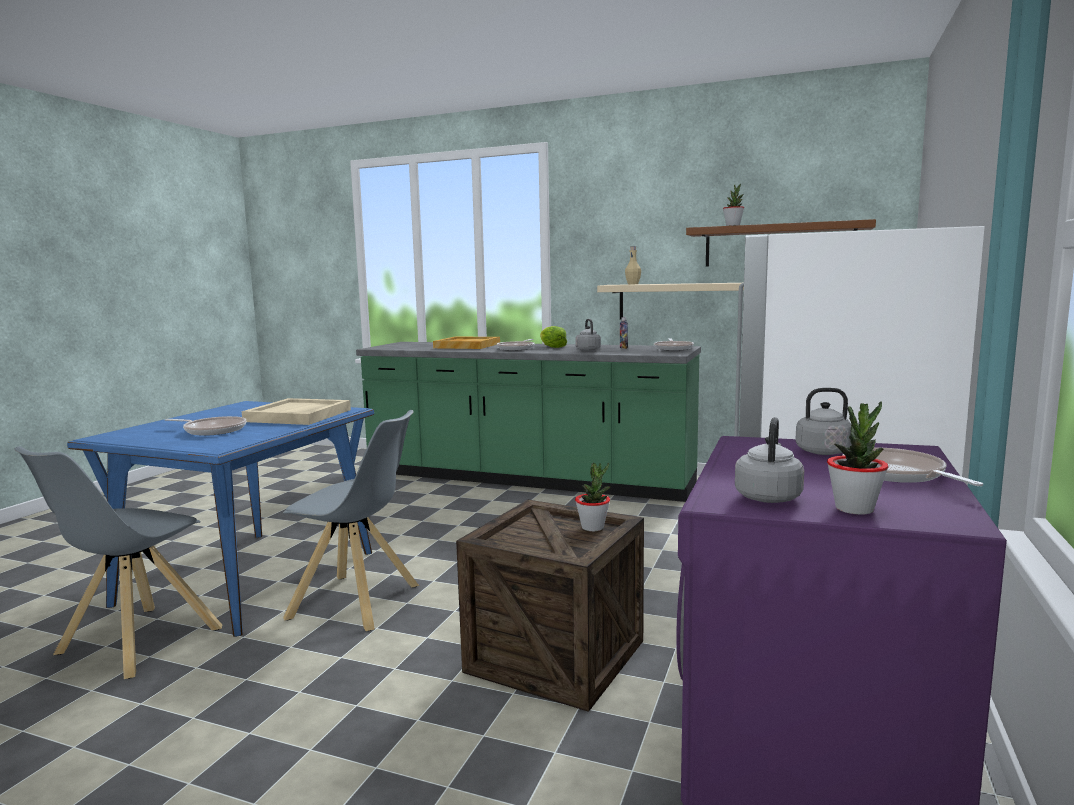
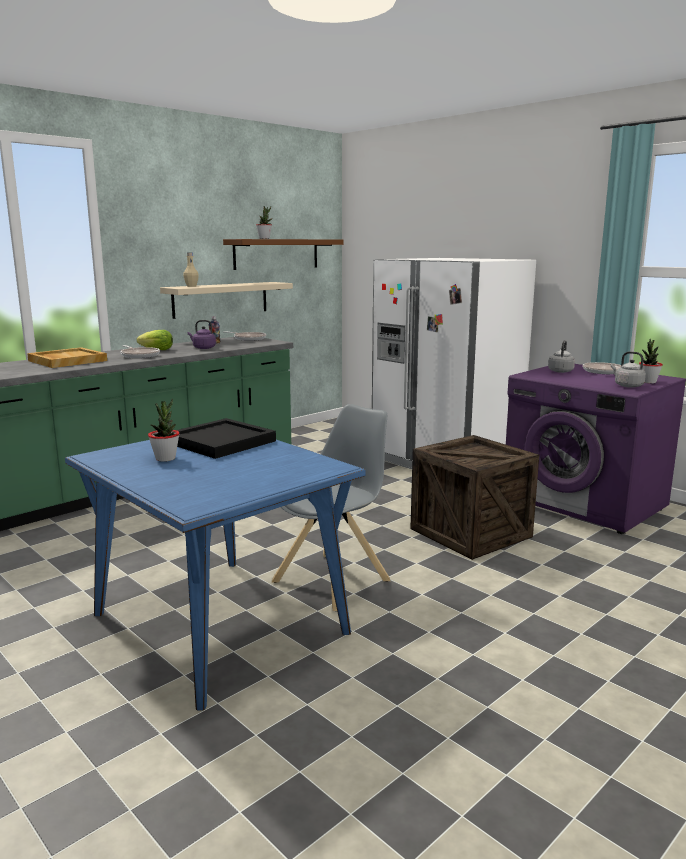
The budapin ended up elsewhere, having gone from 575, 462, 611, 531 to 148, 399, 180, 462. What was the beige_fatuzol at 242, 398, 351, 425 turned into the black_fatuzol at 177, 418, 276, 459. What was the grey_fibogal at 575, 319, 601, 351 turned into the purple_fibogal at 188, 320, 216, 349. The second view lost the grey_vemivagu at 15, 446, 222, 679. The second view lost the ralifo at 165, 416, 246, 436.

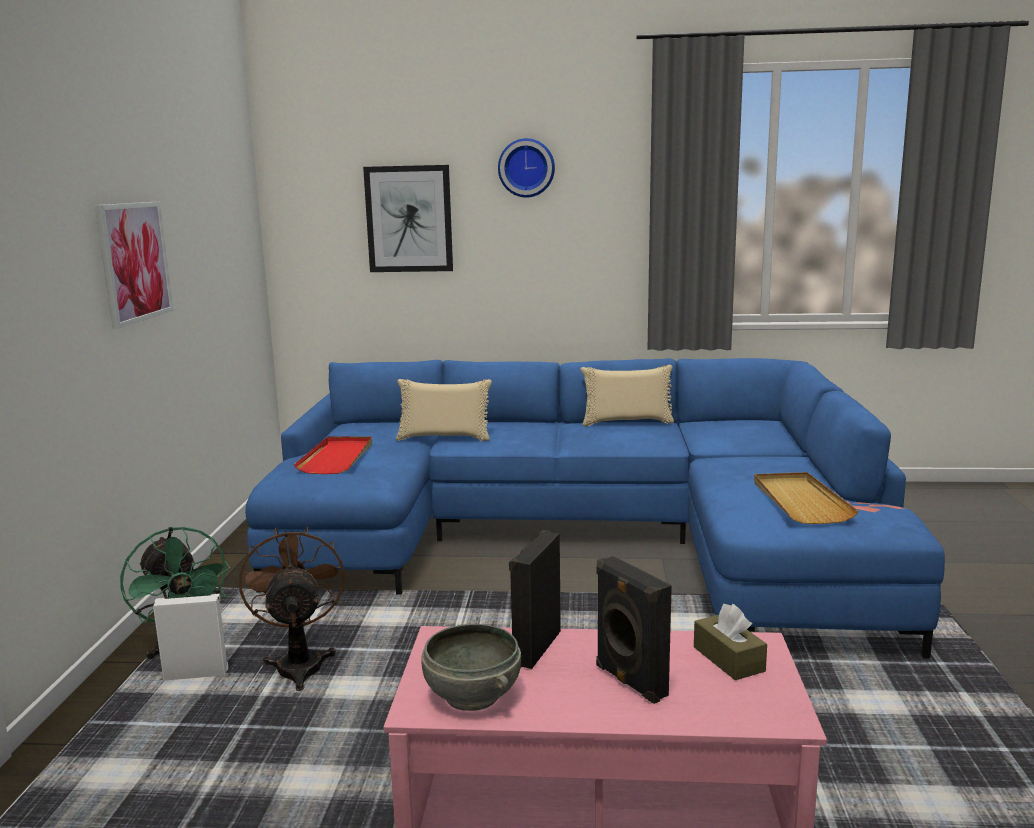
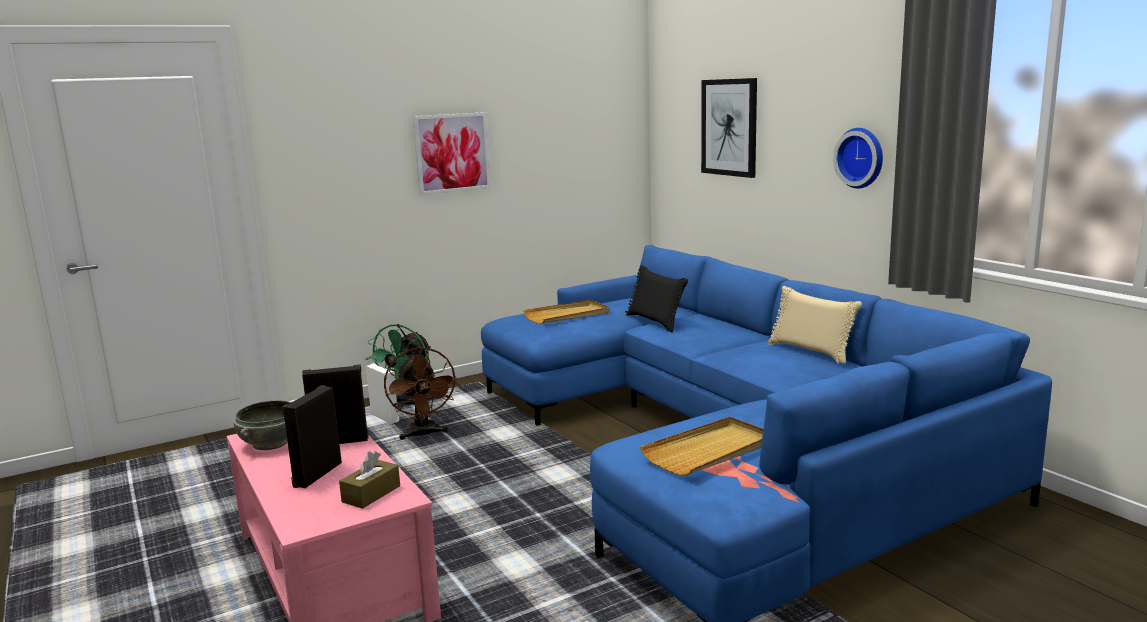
The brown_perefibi at 239, 526, 345, 691 ended up facing another way, 120 degrees clockwise from before. What was the red_fatuzol at 294, 436, 372, 474 turned into the beige_fatuzol at 523, 300, 610, 324. What was the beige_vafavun at 396, 379, 492, 442 turned into the black_vafavun at 625, 265, 688, 332. The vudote ended up elsewhere, having gone from 498, 138, 555, 197 to 833, 128, 883, 189.

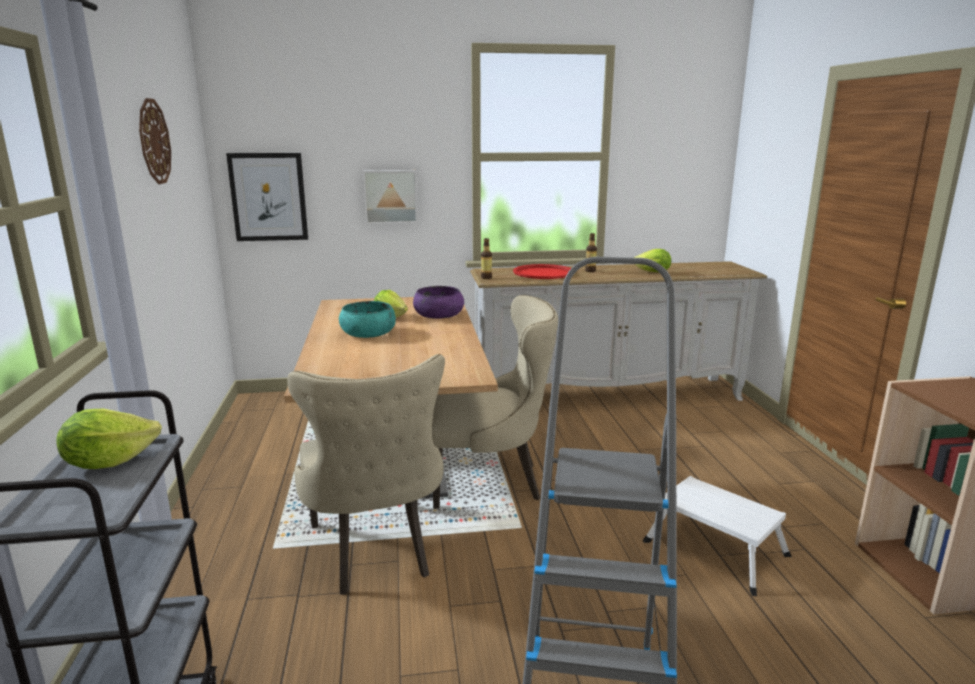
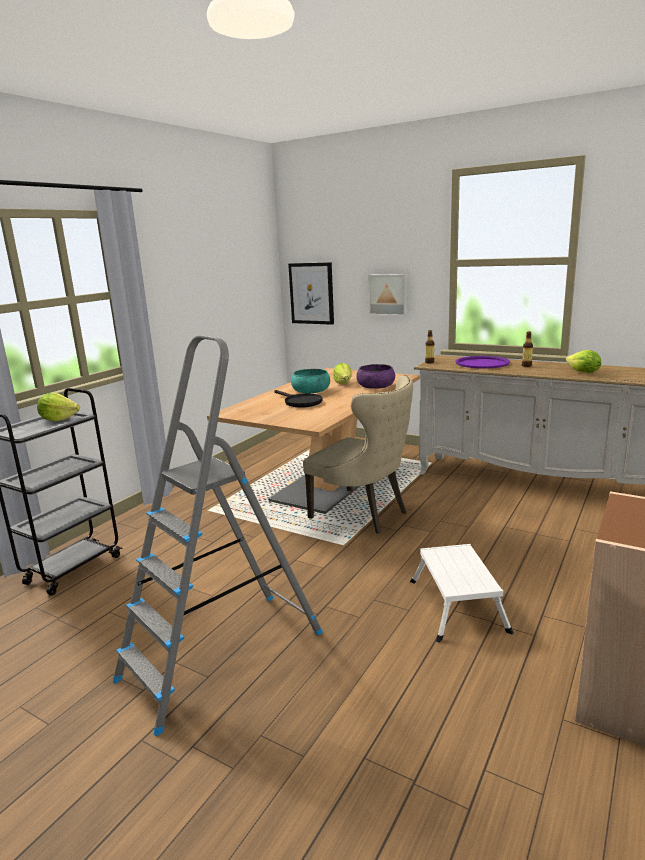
The second view gained the black_ralifo at 274, 390, 323, 408. What was the red_fatuzol at 513, 264, 571, 279 turned into the purple_fatuzol at 455, 356, 510, 369. The second view lost the vudote at 139, 98, 171, 184. The second view lost the beige_vemivagu at 287, 354, 445, 595.

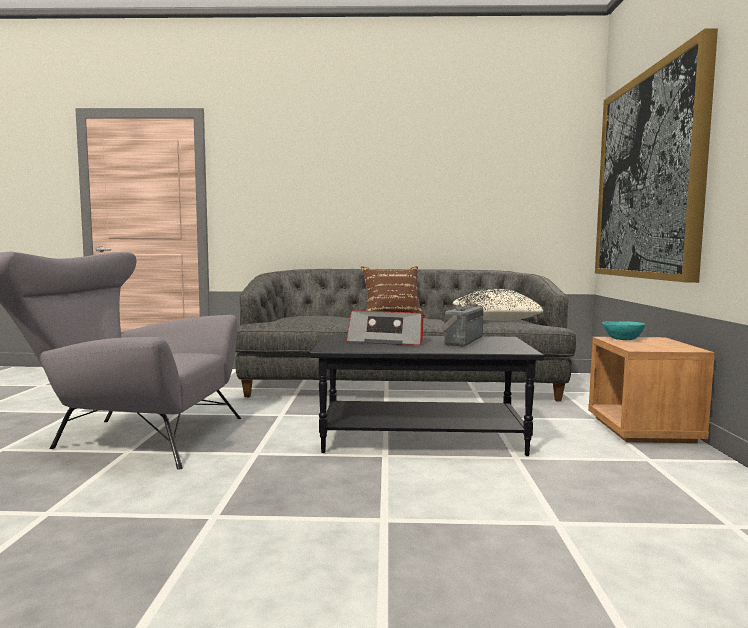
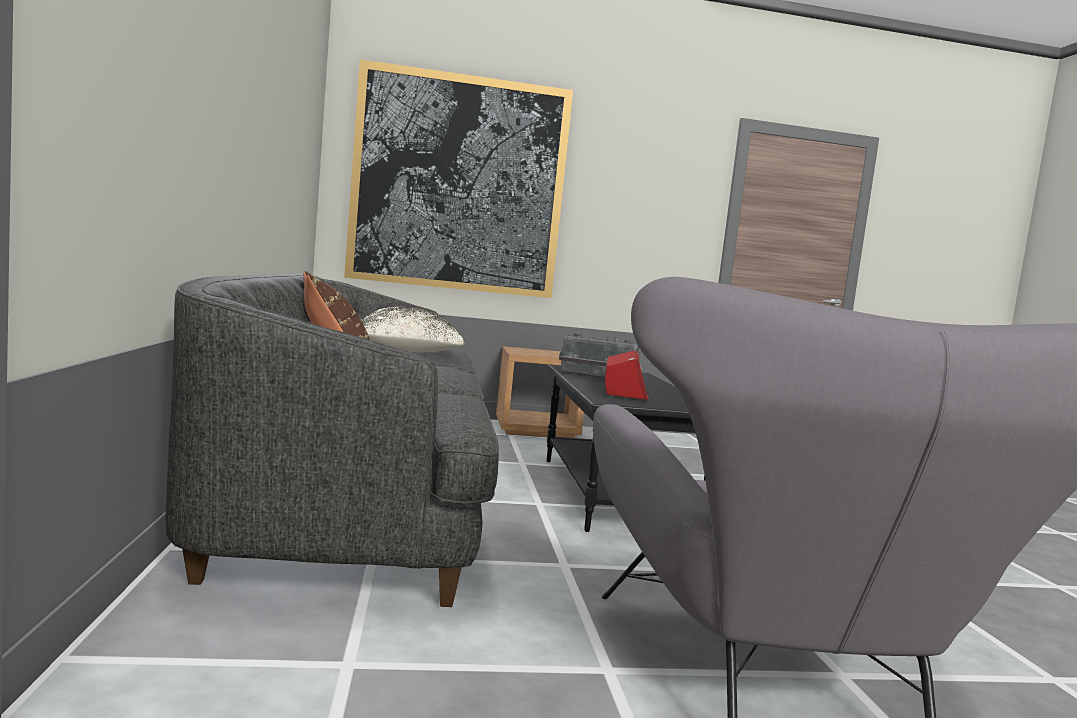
The second view lost the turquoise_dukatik at 602, 321, 646, 340.

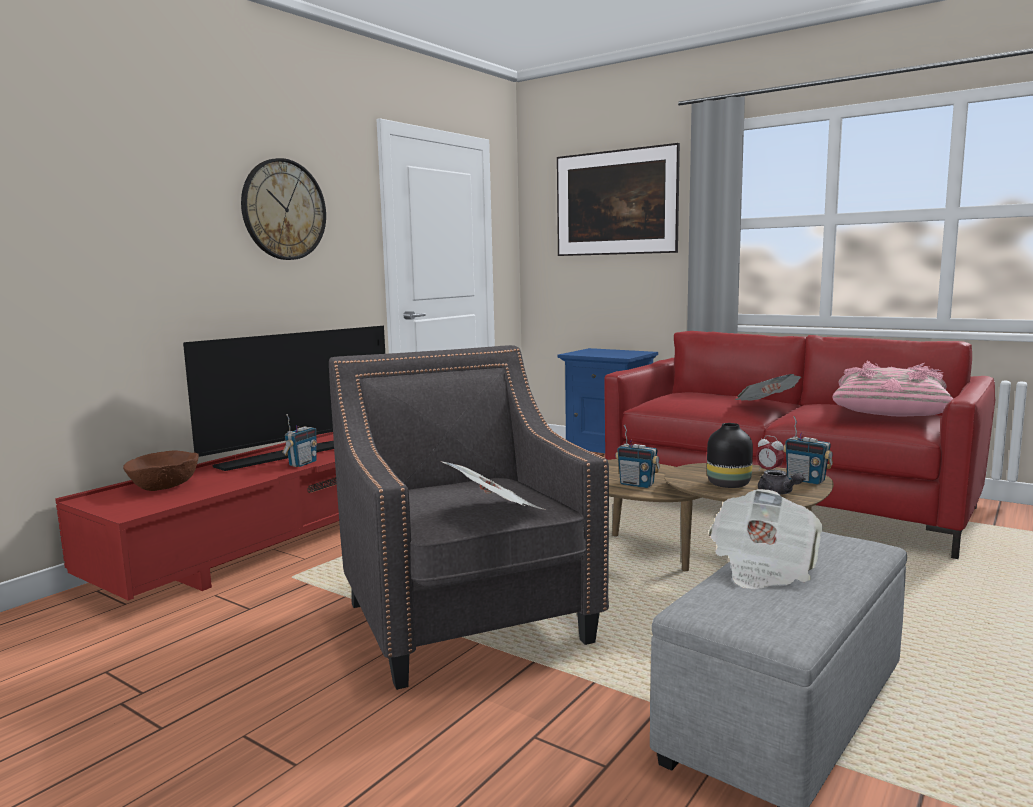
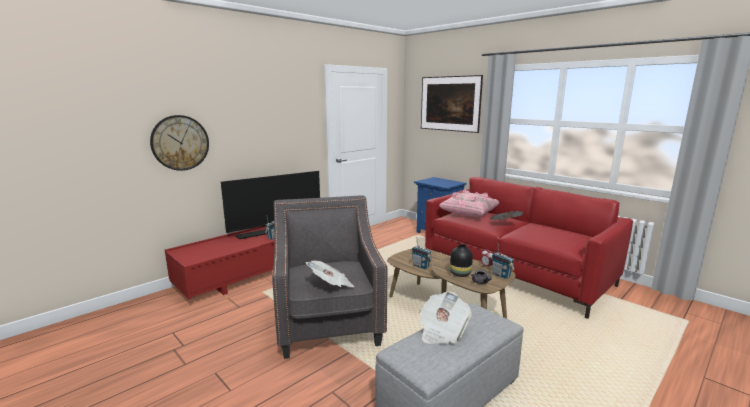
The vudote ended up elsewhere, having gone from 241, 158, 326, 260 to 150, 115, 209, 171. The pink_vafavun ended up elsewhere, having gone from 832, 361, 953, 416 to 439, 189, 499, 217. The second view lost the brown_dukatik at 123, 450, 199, 491.

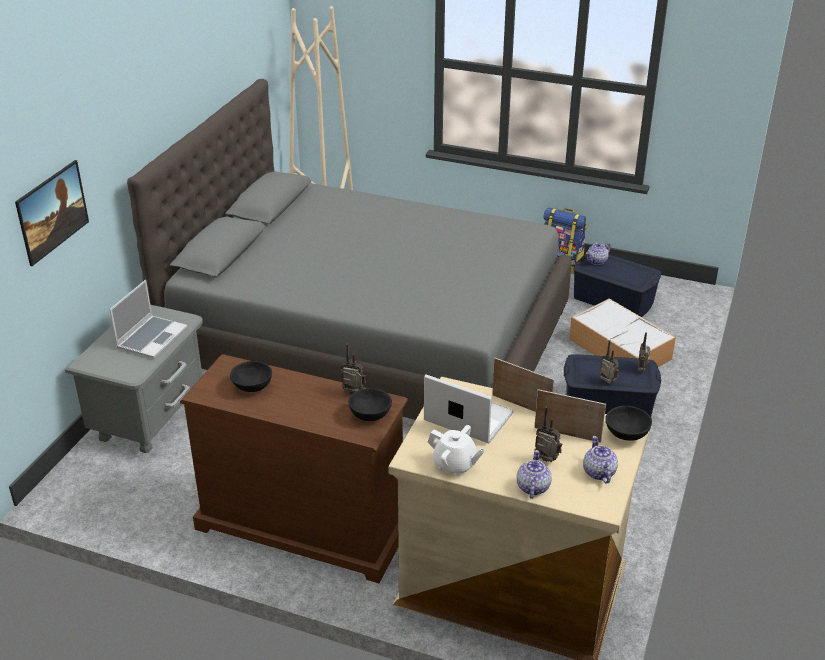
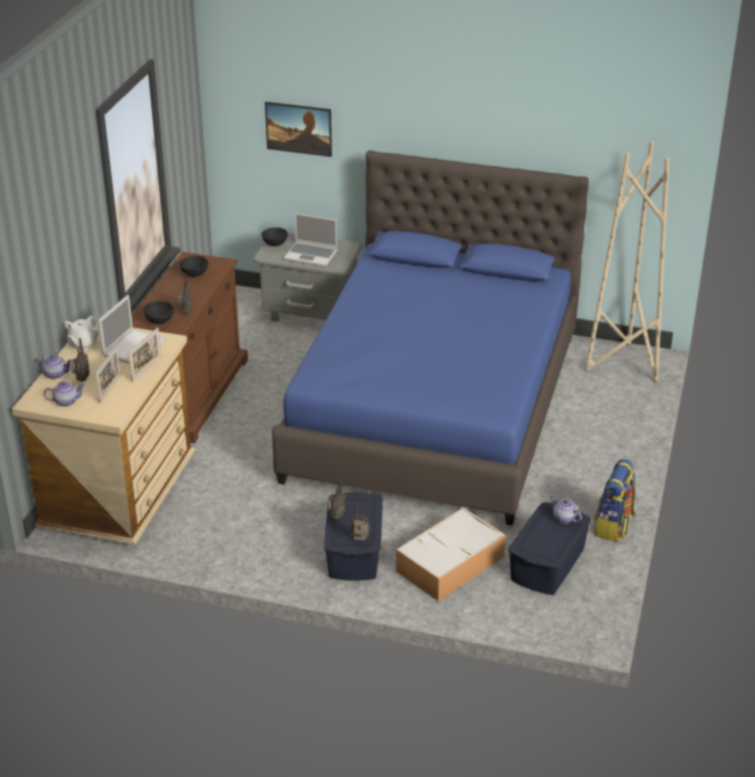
The black_dukatik ended up elsewhere, having gone from 605, 406, 652, 441 to 261, 227, 288, 246. What was the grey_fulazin at 127, 79, 572, 420 turned into the blue_fulazin at 272, 150, 589, 526.

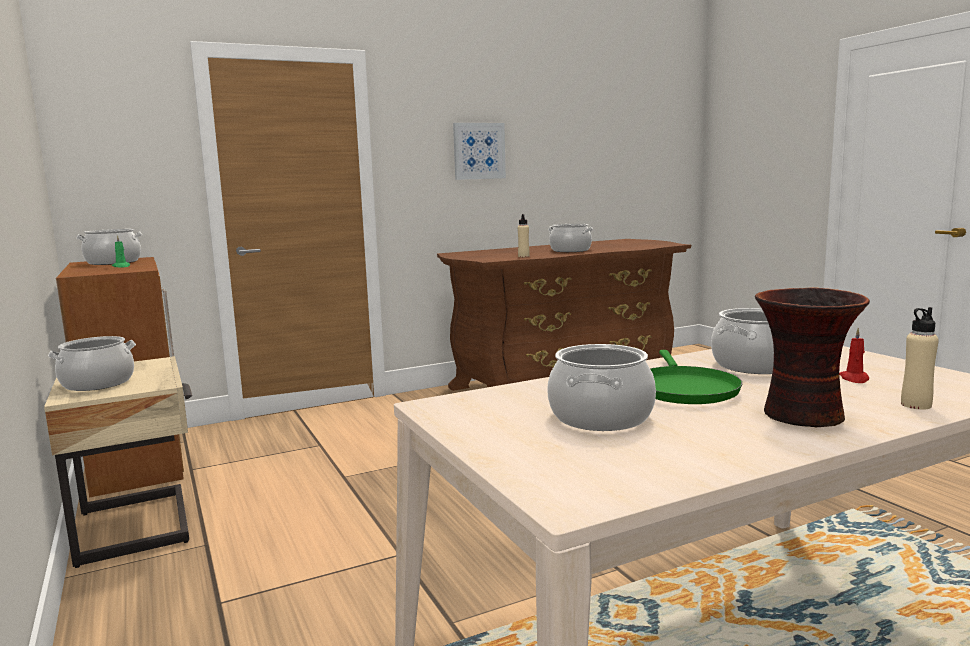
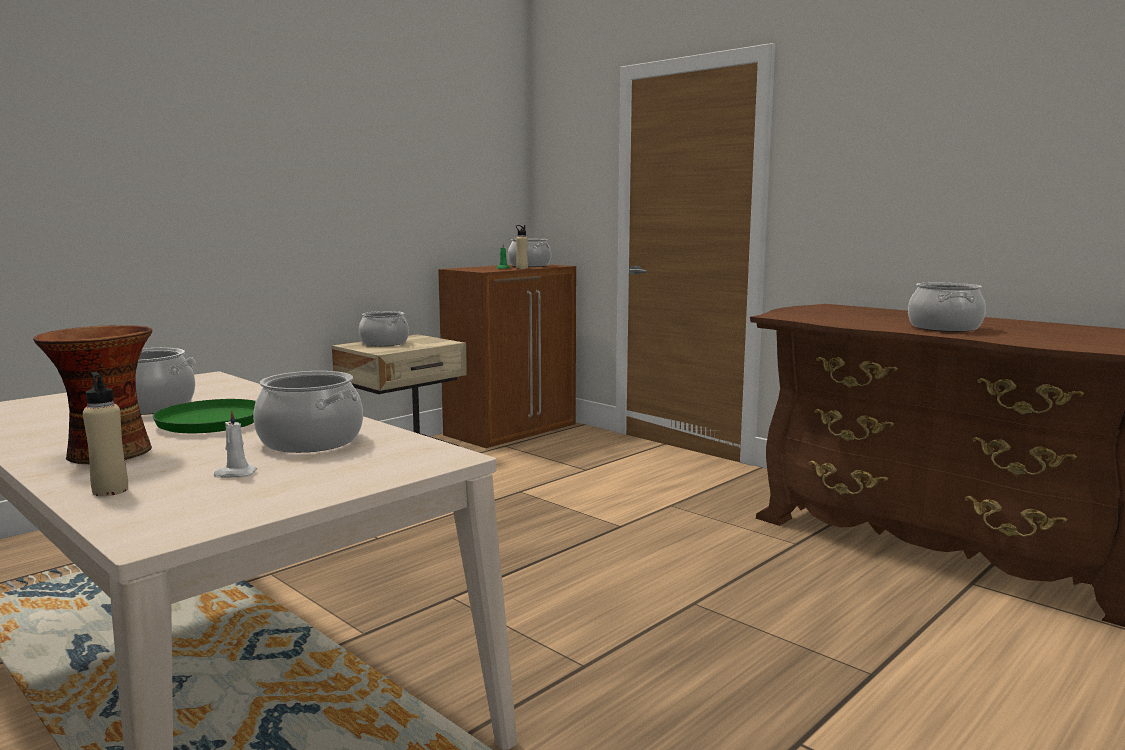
What was the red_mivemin at 839, 328, 869, 383 turned into the white_mivemin at 214, 409, 257, 478. The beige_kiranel ended up elsewhere, having gone from 518, 214, 530, 257 to 516, 225, 528, 269. The second view lost the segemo at 453, 123, 506, 180.

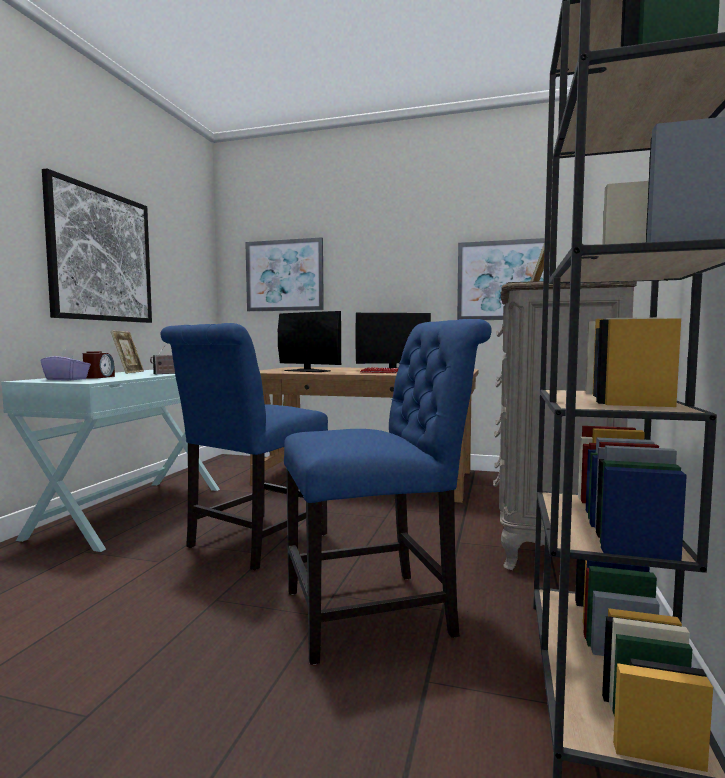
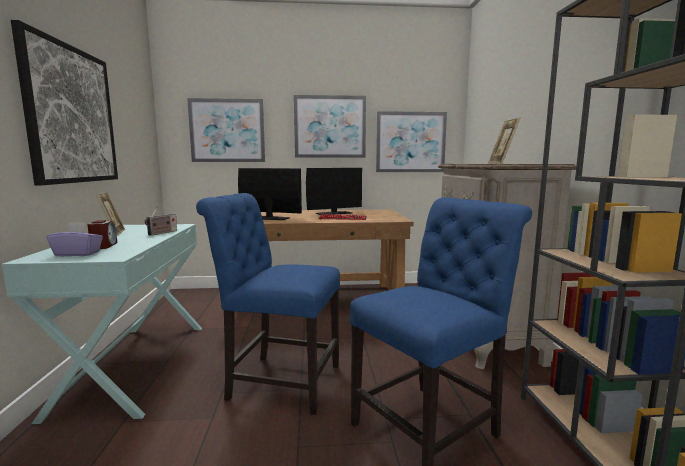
The blue_vemivagu at 160, 323, 328, 570 ended up facing another way, 90 degrees clockwise from before. The second view gained the segemo at 294, 95, 366, 158.

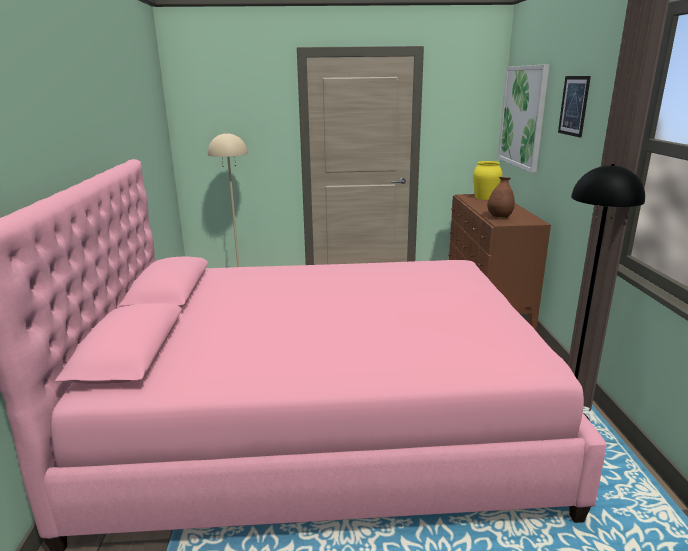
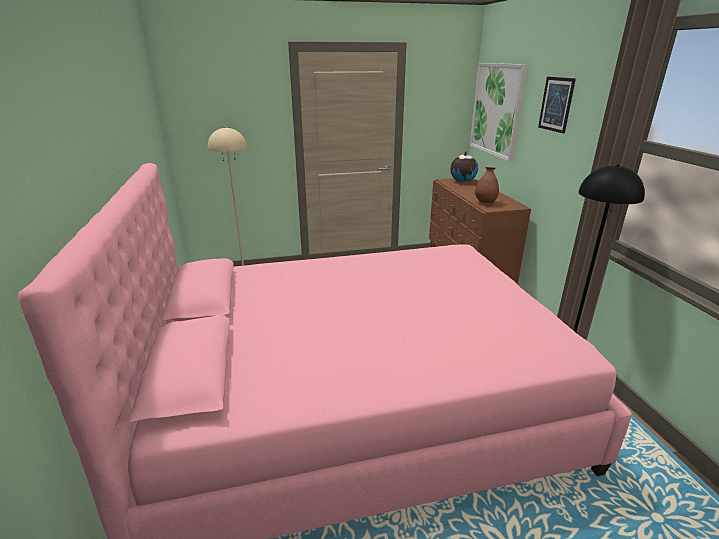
Where the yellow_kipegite stood at 473, 161, 502, 200, the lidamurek came to stand at 450, 151, 478, 182.

